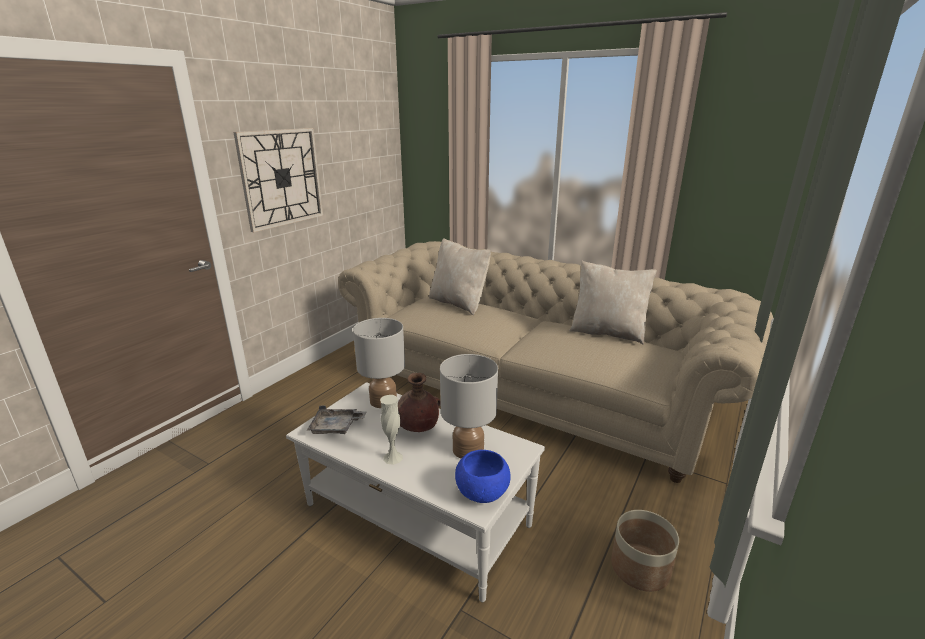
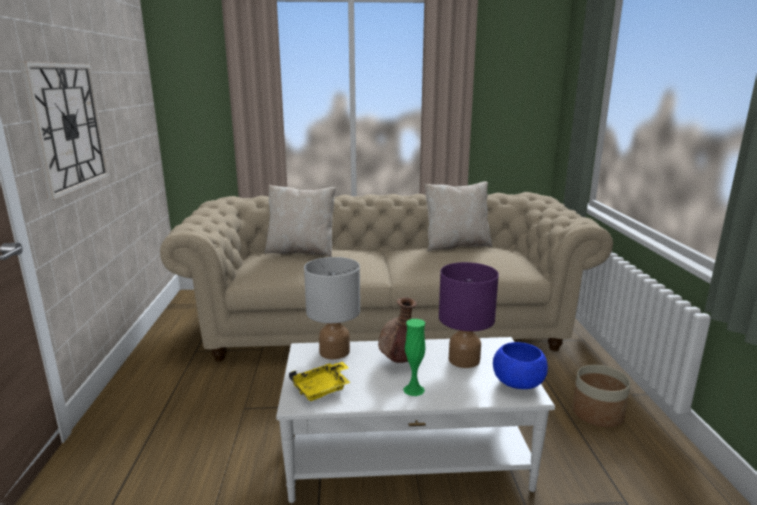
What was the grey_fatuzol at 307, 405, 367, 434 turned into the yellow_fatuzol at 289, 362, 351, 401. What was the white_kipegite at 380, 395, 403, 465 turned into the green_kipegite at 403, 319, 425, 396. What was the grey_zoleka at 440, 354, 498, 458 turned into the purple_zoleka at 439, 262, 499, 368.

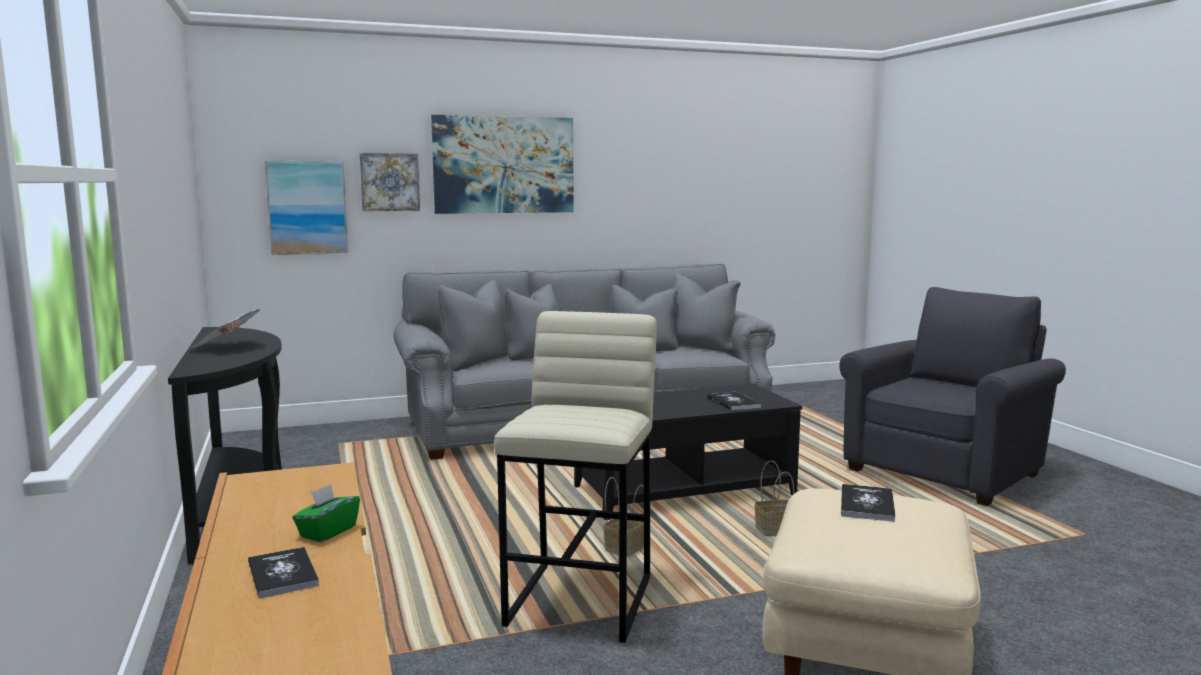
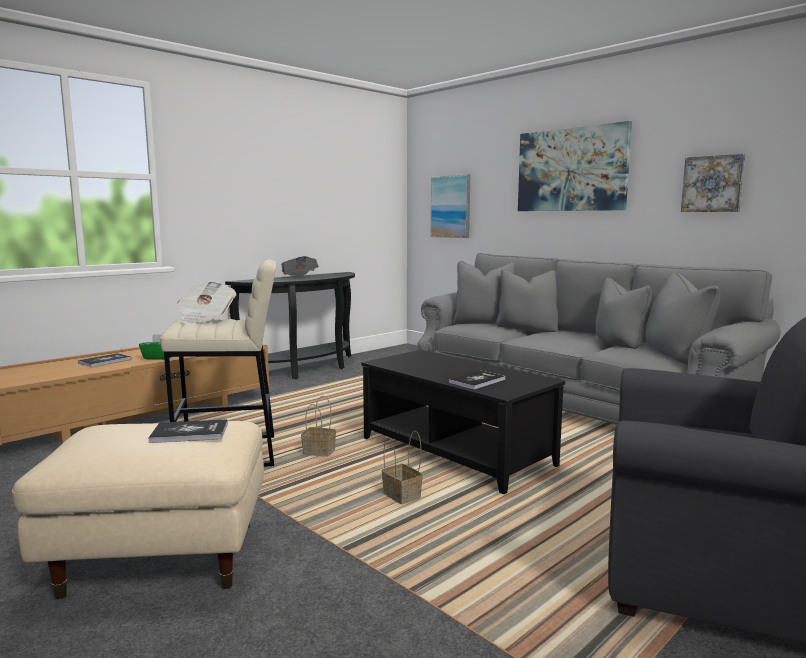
The second view gained the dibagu at 177, 281, 237, 324. The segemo ended up elsewhere, having gone from 360, 153, 420, 211 to 681, 154, 745, 212.

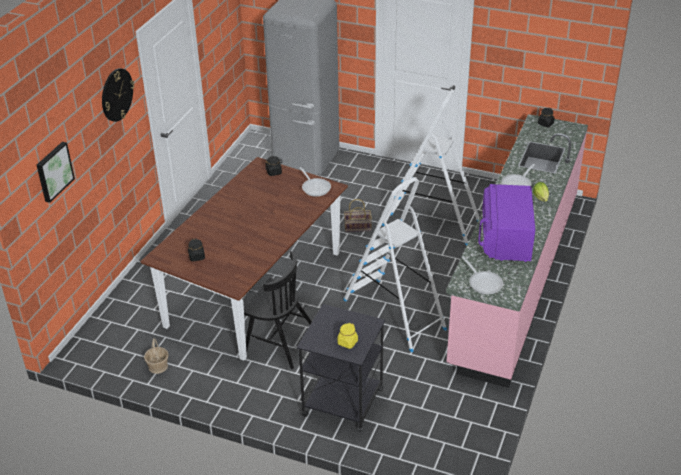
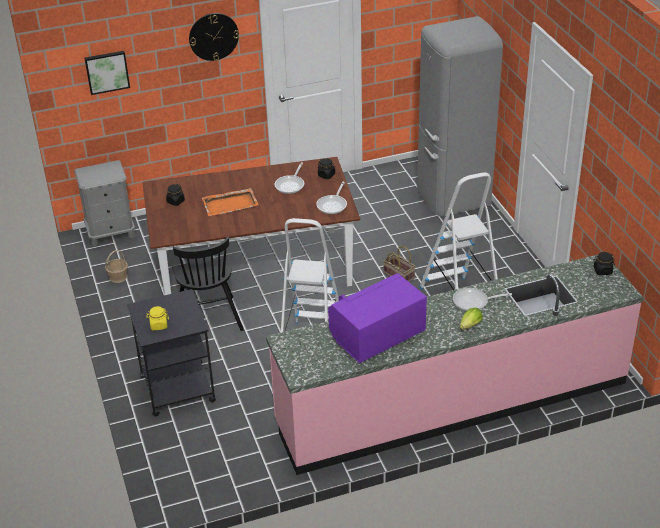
The second view gained the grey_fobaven at 74, 160, 135, 247. The second view gained the orange_fatuzol at 202, 188, 259, 216. The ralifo ended up elsewhere, having gone from 462, 257, 503, 295 to 274, 162, 304, 194.

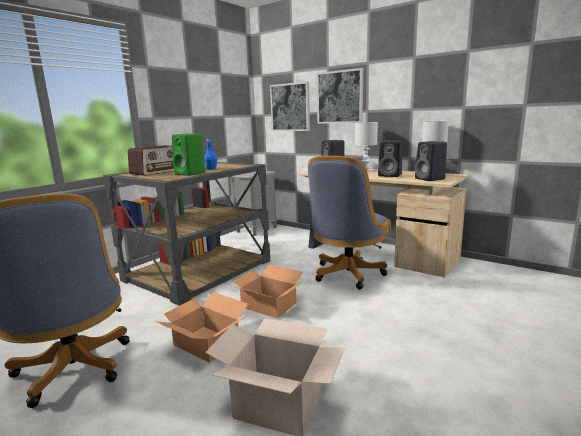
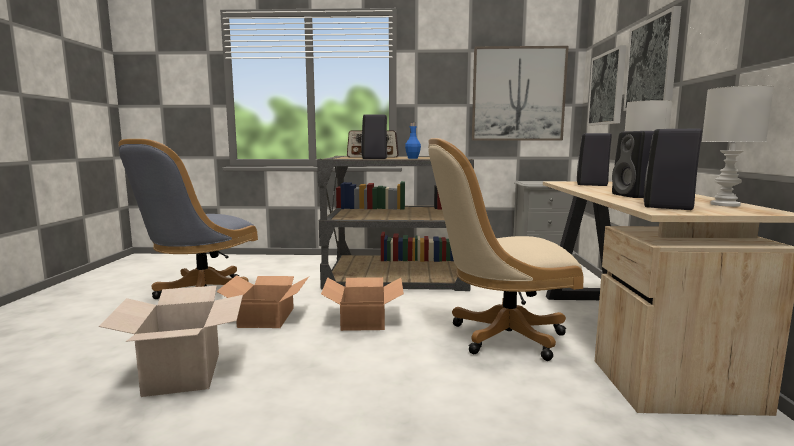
What was the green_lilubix at 172, 133, 205, 176 turned into the black_lilubix at 361, 114, 387, 159. What was the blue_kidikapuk at 308, 156, 391, 290 turned into the beige_kidikapuk at 428, 138, 584, 361. The second view gained the segemo at 472, 46, 569, 141.

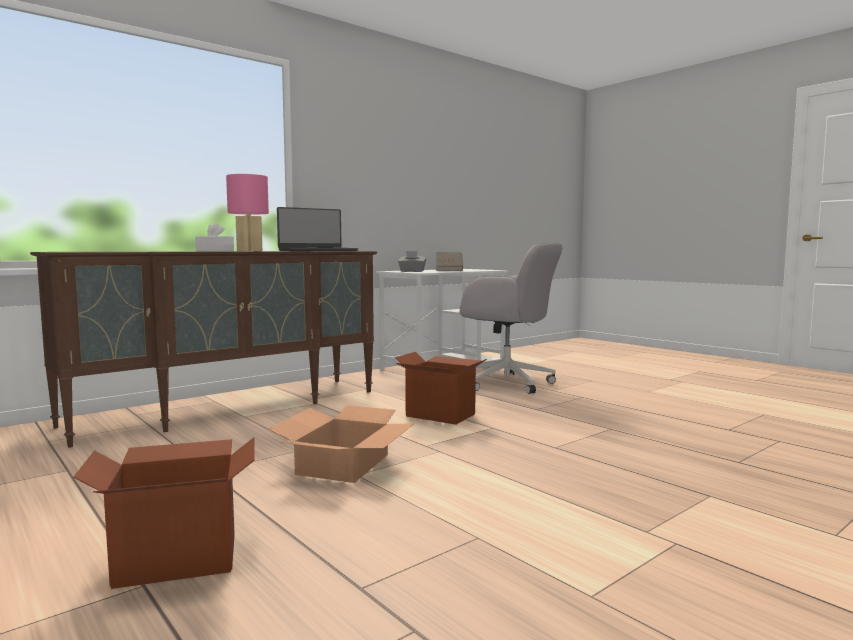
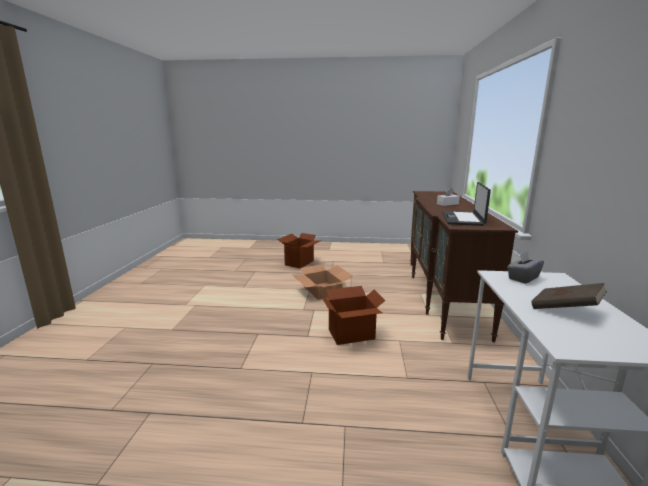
The second view lost the pink_zoleka at 226, 174, 269, 251. The second view lost the grey_kidikapuk at 459, 242, 562, 394.

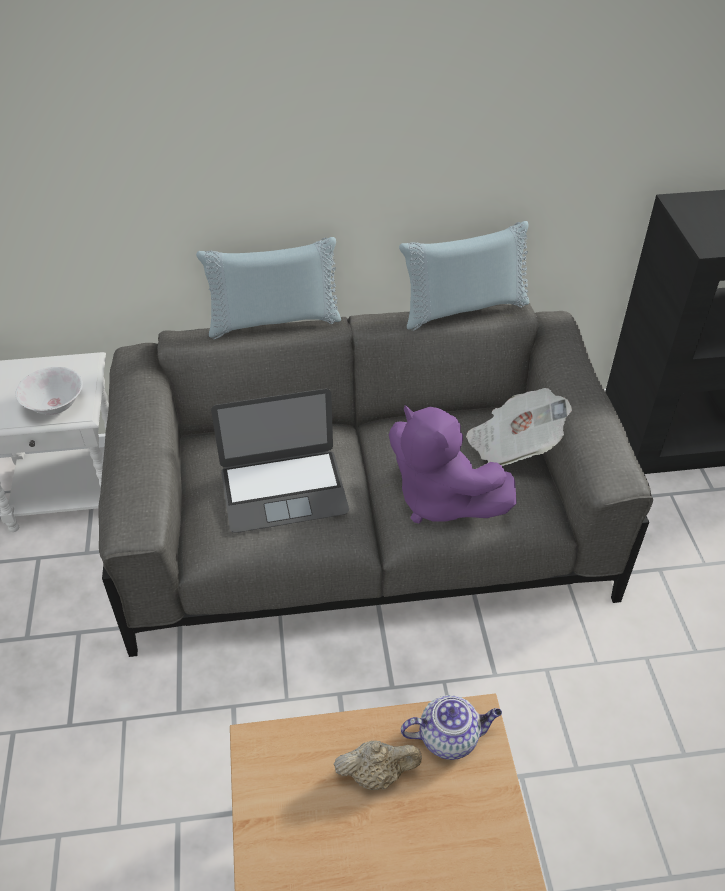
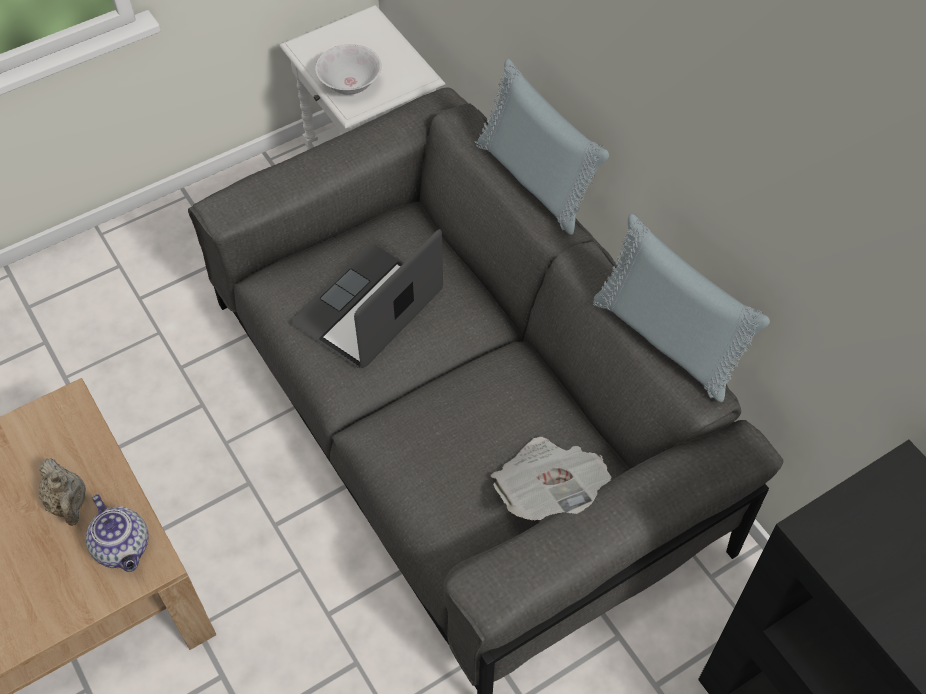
The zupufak at 211, 389, 349, 533 ended up facing another way, 75 degrees clockwise from before. The second view lost the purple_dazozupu at 389, 405, 517, 523.

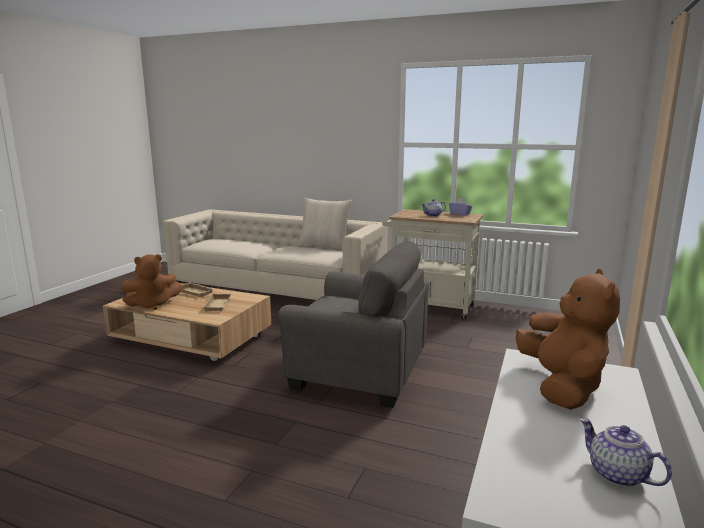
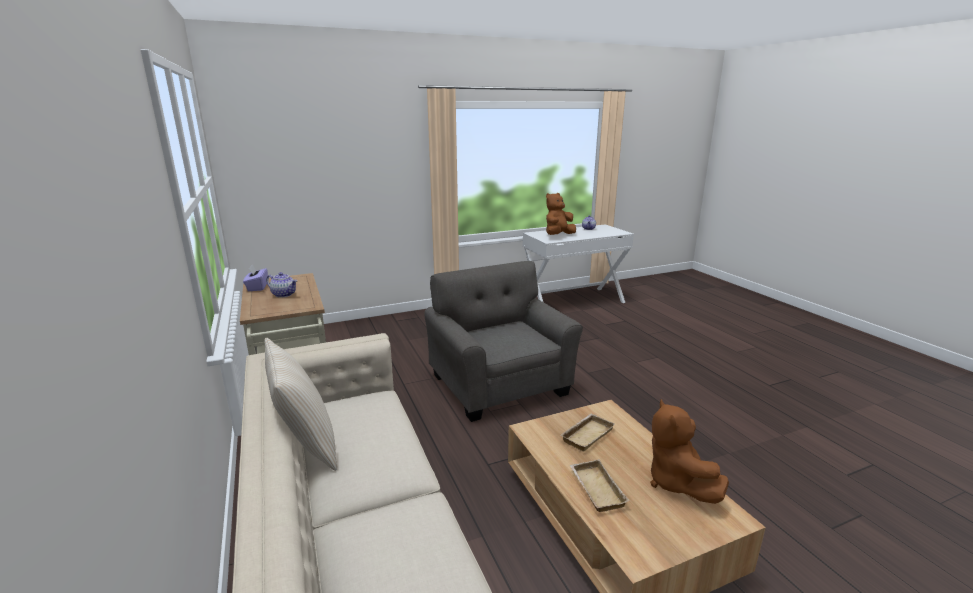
The brown_dazozupu at 121, 254, 182, 310 ended up facing another way, 120 degrees counterclockwise from before.

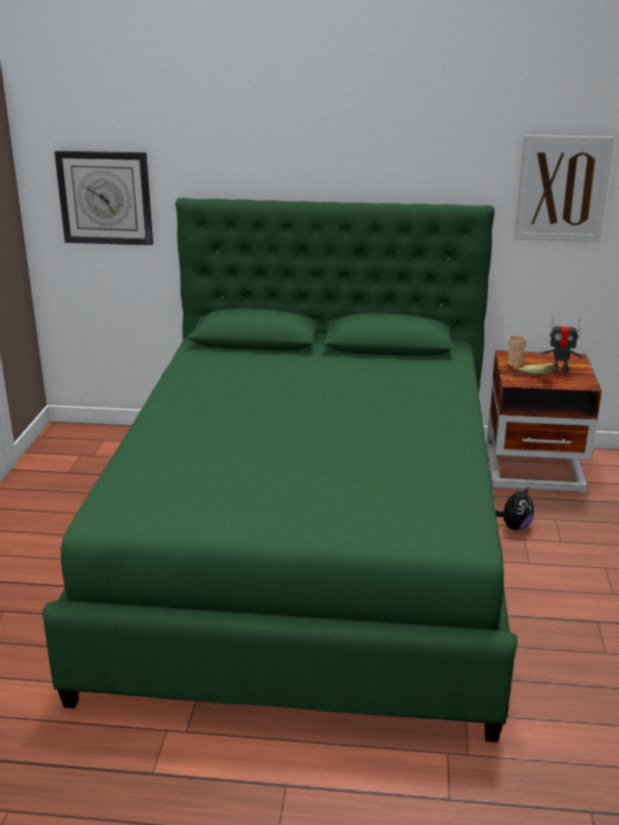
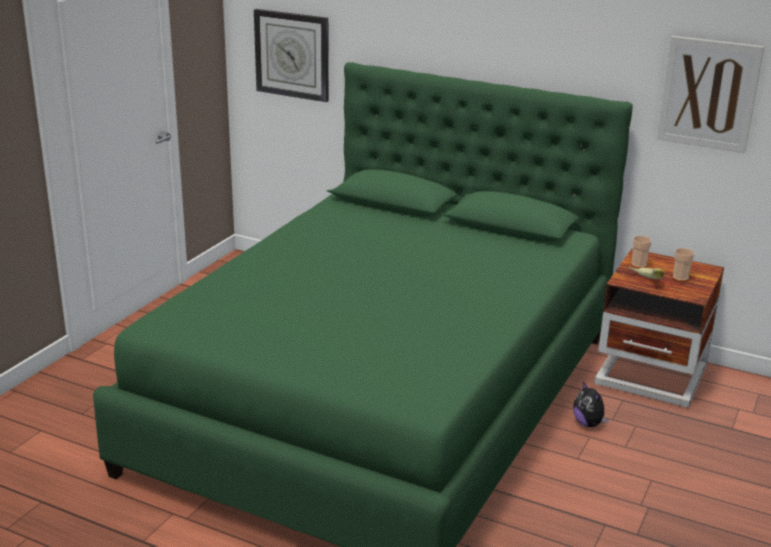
The dazozupu at 496, 486, 534, 530 ended up facing another way, 90 degrees clockwise from before. Where the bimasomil stood at 541, 316, 583, 373, the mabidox came to stand at 673, 248, 695, 281.

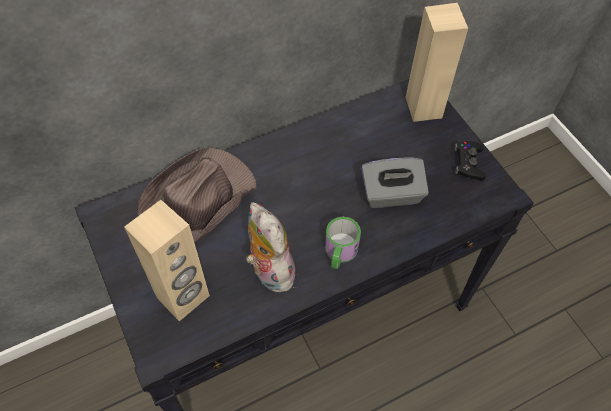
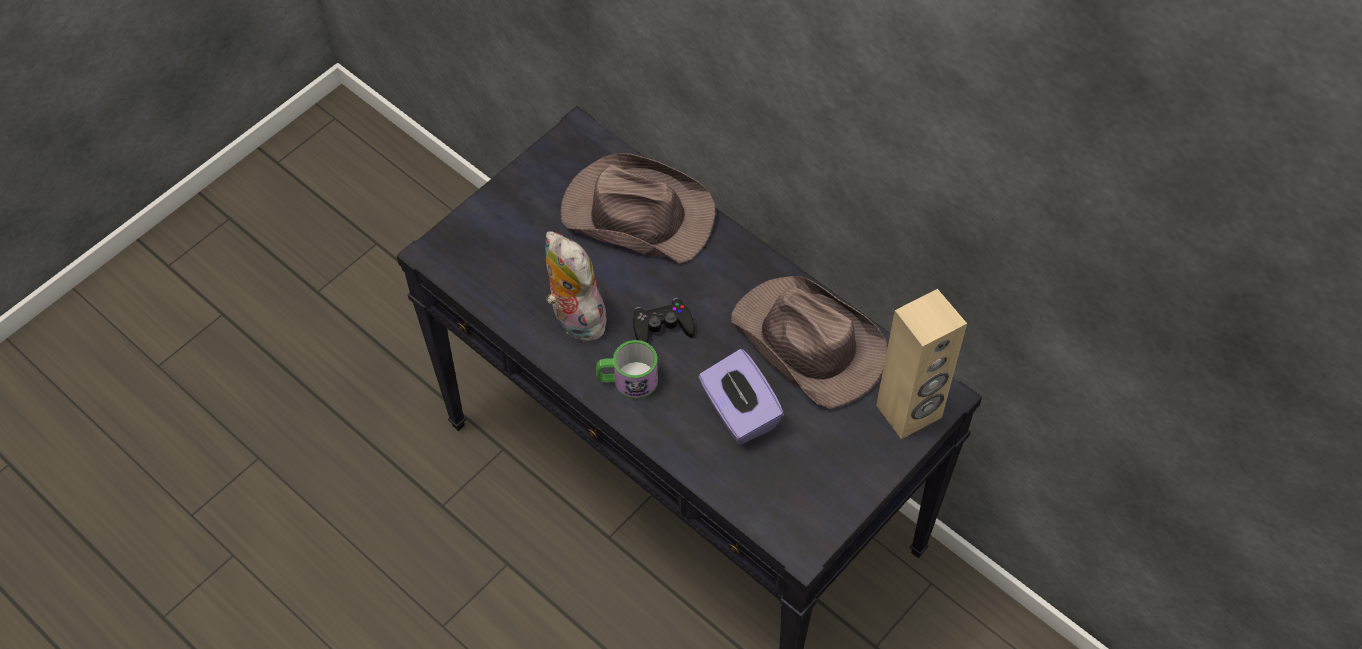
The dazozupu at 246, 202, 295, 292 ended up facing another way, 75 degrees counterclockwise from before. The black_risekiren ended up elsewhere, having gone from 454, 141, 486, 181 to 633, 298, 695, 343. What was the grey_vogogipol at 361, 158, 429, 208 turned into the purple_vogogipol at 699, 349, 784, 445. The second view gained the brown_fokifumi at 731, 276, 887, 409. The second view lost the beige_lilubix at 124, 200, 210, 321.

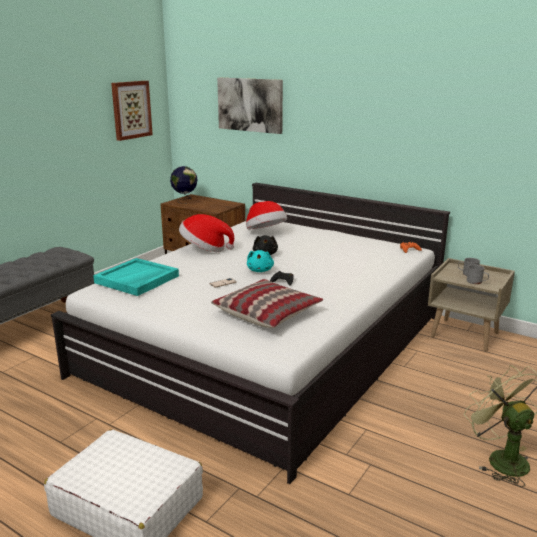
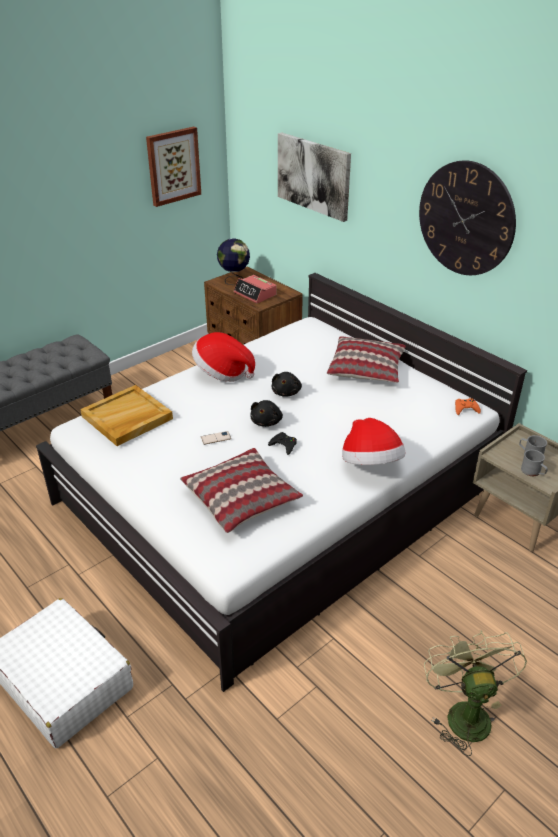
What was the turquoise_fatuzol at 93, 258, 179, 296 turned into the beige_fatuzol at 80, 385, 173, 446. The second view gained the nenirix at 233, 275, 277, 303. What was the turquoise_dazozupu at 247, 250, 274, 272 turned into the black_dazozupu at 250, 400, 283, 427. The second view gained the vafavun at 327, 336, 406, 383. The fokifumi ended up elsewhere, having gone from 246, 201, 287, 229 to 342, 418, 405, 465. The second view gained the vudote at 419, 160, 516, 275.

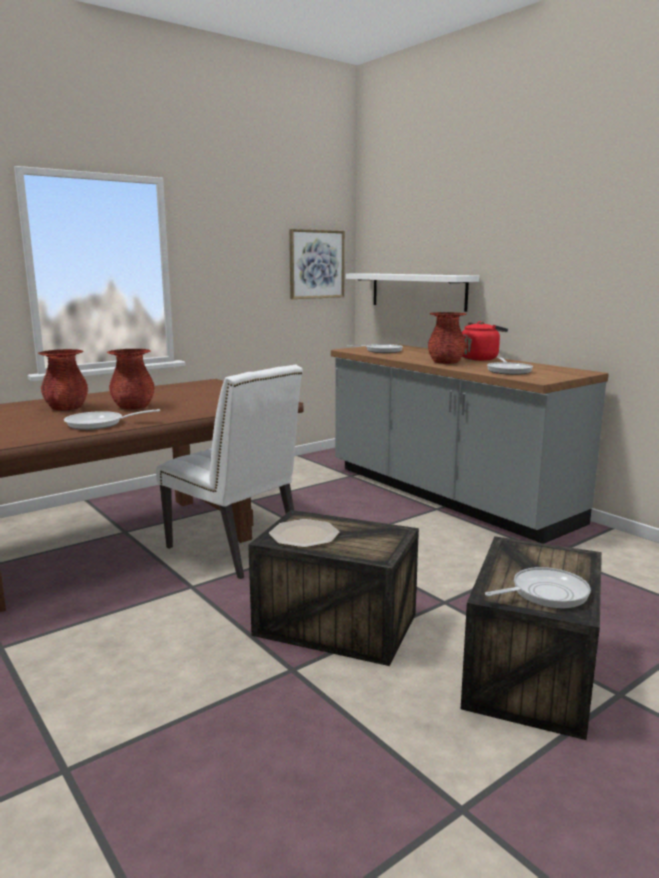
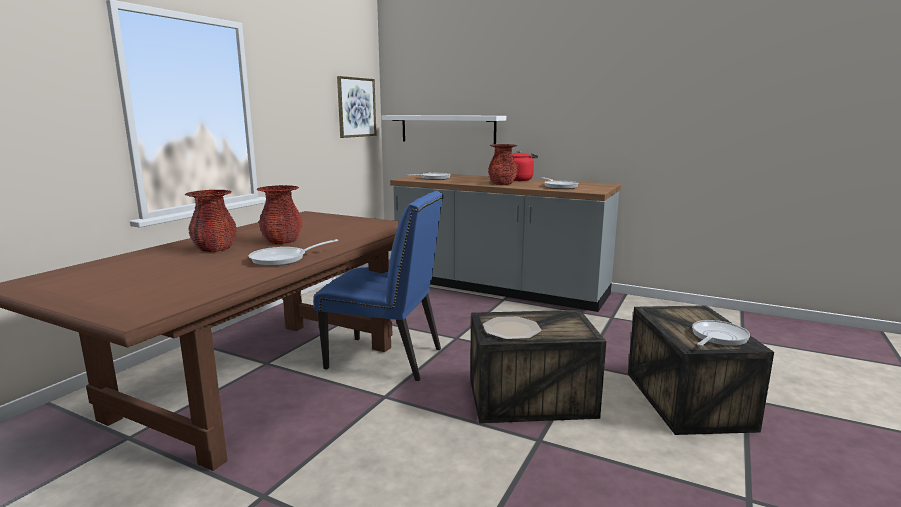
What was the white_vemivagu at 156, 365, 303, 579 turned into the blue_vemivagu at 313, 191, 443, 381.

